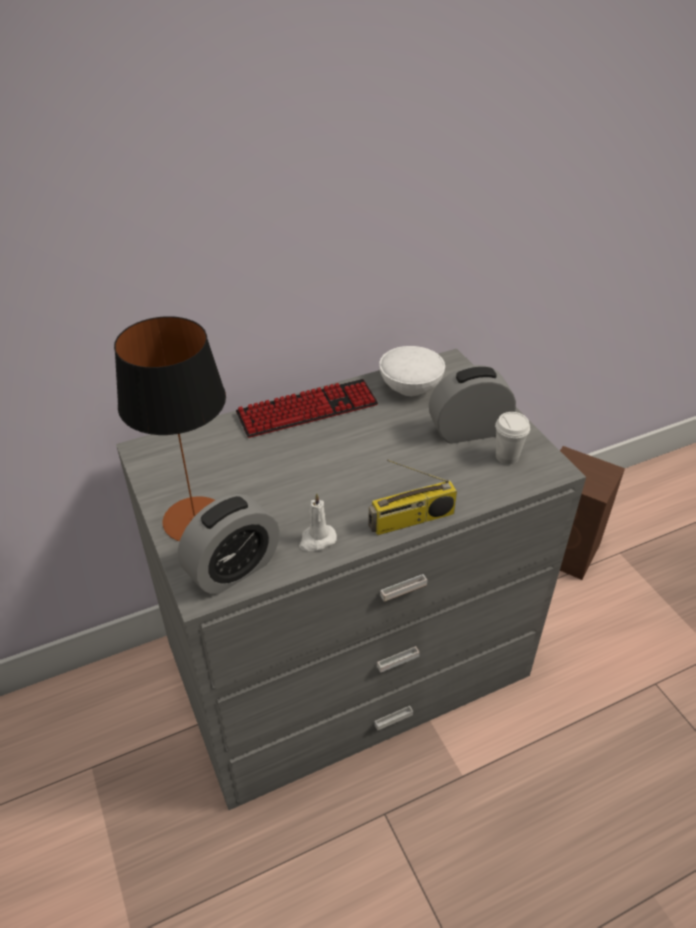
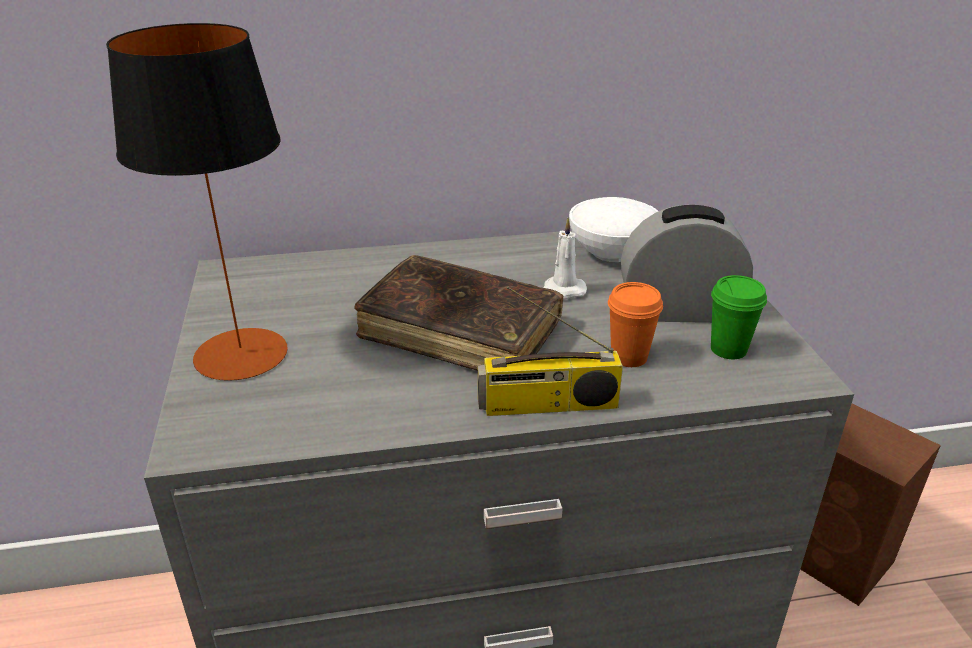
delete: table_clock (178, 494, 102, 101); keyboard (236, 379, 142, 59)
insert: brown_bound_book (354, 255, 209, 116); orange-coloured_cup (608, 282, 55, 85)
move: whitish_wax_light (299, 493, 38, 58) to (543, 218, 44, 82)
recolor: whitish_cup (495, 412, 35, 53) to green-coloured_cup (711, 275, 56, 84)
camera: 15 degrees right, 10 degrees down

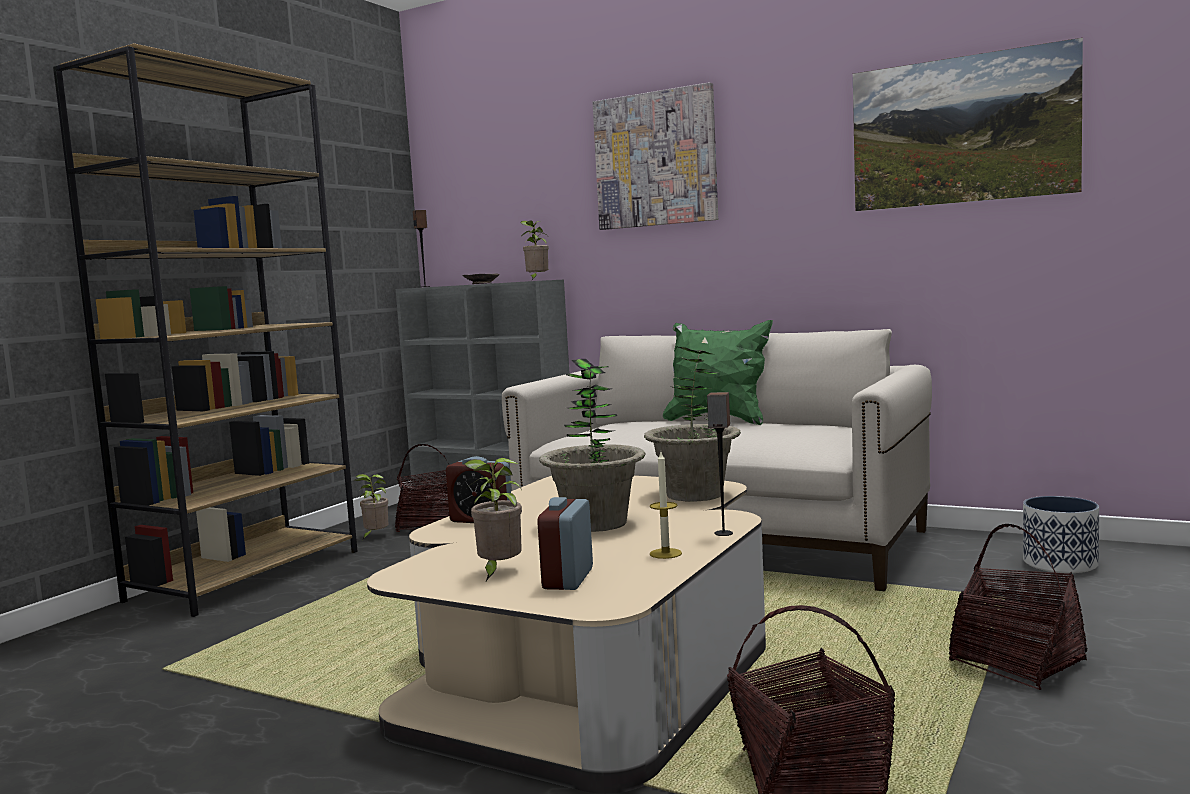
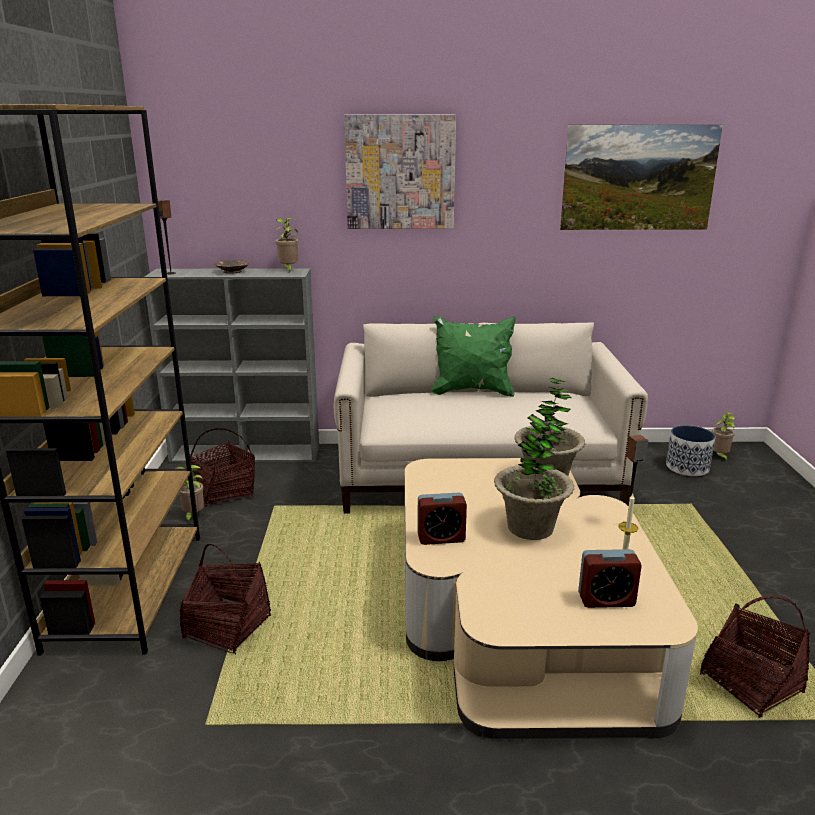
move: houseplant (464, 458, 58, 123) to (712, 412, 23, 50); household_basket (949, 524, 139, 166) to (180, 544, 91, 111)
rotate: table_clock (537, 497, 56, 93) = (578, 549, 64, 59) 75 degrees counterclockwise
camera: 30 degrees left, 15 degrees up

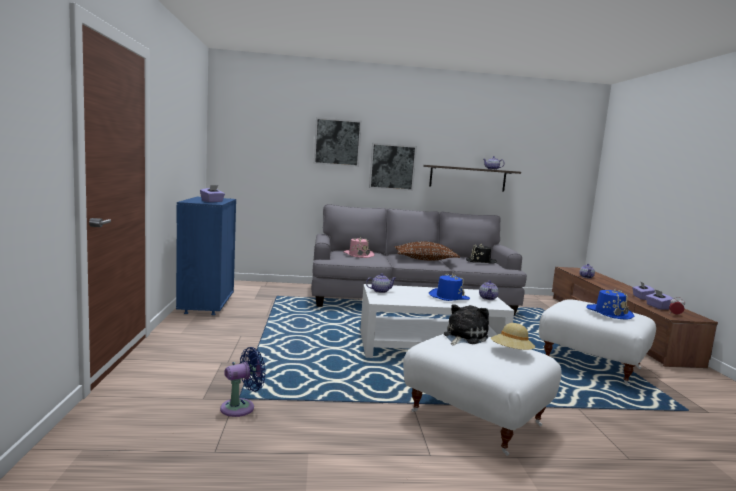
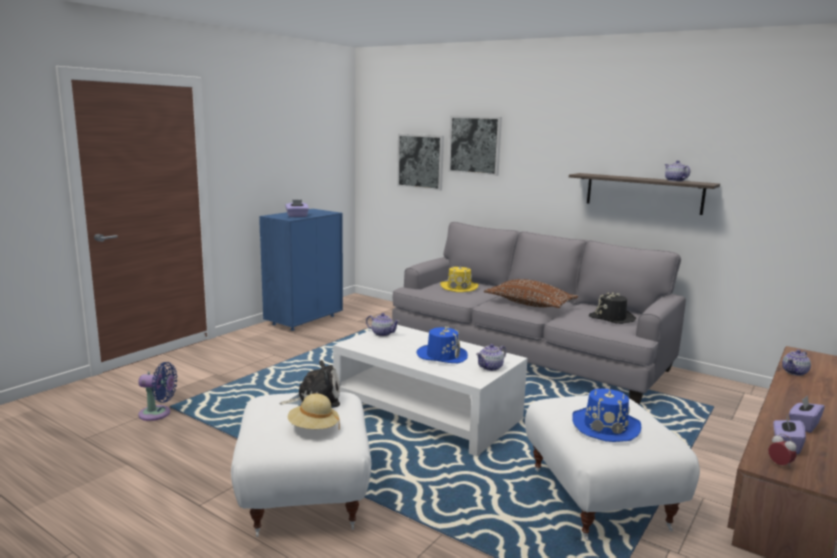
move: wall_art (369, 143, 48, 48) to (397, 134, 47, 57)
recolor: pink-coloured_wearable_hat (344, 237, 30, 21) to yellow_wearable_hat (440, 266, 39, 26)
camera: 40 degrees right, 5 degrees up

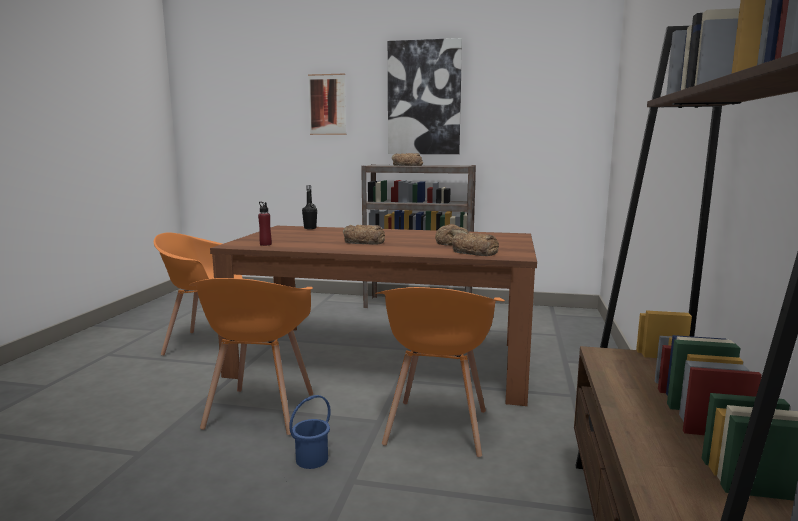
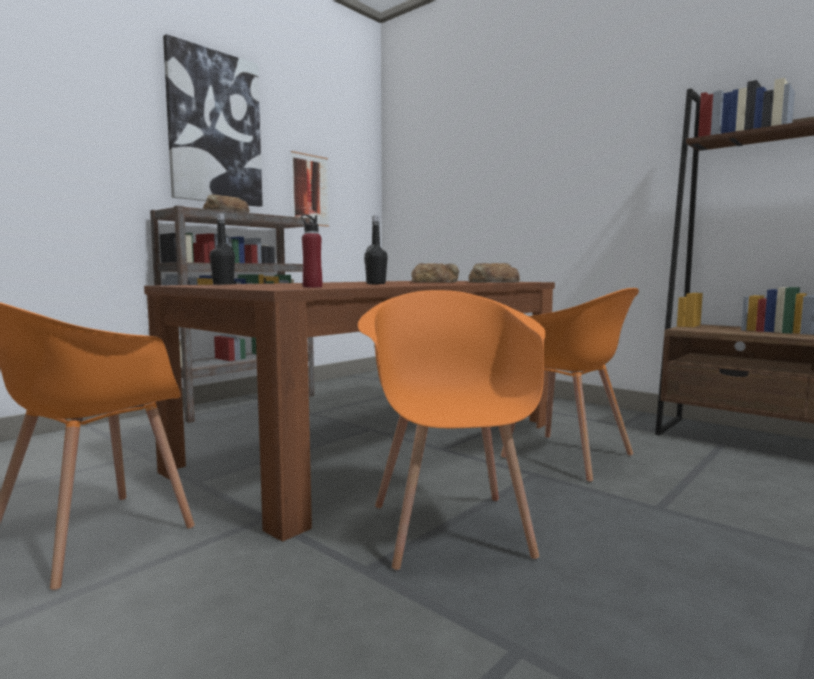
delete: blue-coloured_pail (289, 395, 42, 74)
move: wall_art (308, 73, 38, 62) to (291, 151, 38, 76)
replace: baked_bread (343, 225, 42, 20) to blackish_beverage_bottle (364, 216, 24, 68)
rotate: orange-coloured_upright_chair (189, 278, 124, 157) = (358, 290, 187, 280) 135 degrees counterclockwise
camera: 60 degrees left, 5 degrees down

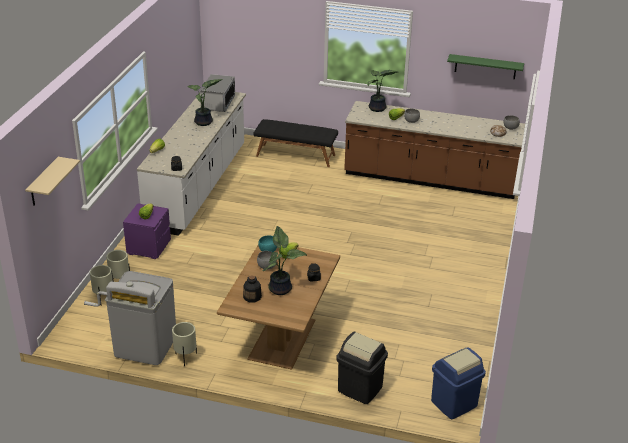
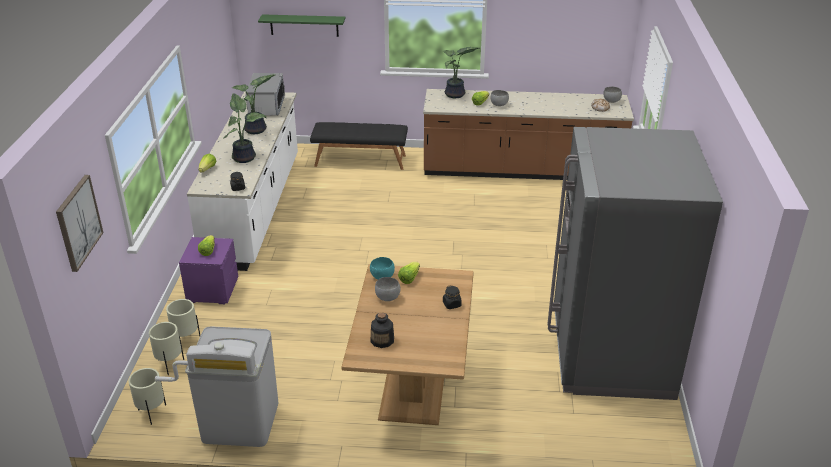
delete: blackish_trash_can (336, 332, 52, 72); blue-coloured_trash_can (431, 347, 55, 72)
insert: greyish_kitchen_fridge (547, 127, 176, 273)
move: beige_flower_pot (172, 322, 25, 44) to (129, 368, 37, 57); houseplant (263, 226, 44, 69) to (223, 93, 43, 70); green-coloured_wall_shelf (447, 54, 77, 25) to (258, 14, 88, 23)
replace: beige_wall_shelf (25, 157, 55, 49) to wall_art (56, 175, 48, 97)
camera: 10 degrees left, 0 degrees up

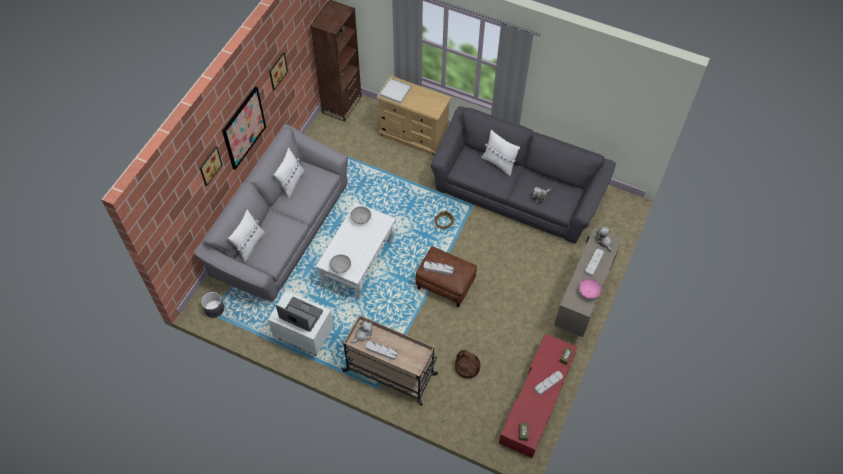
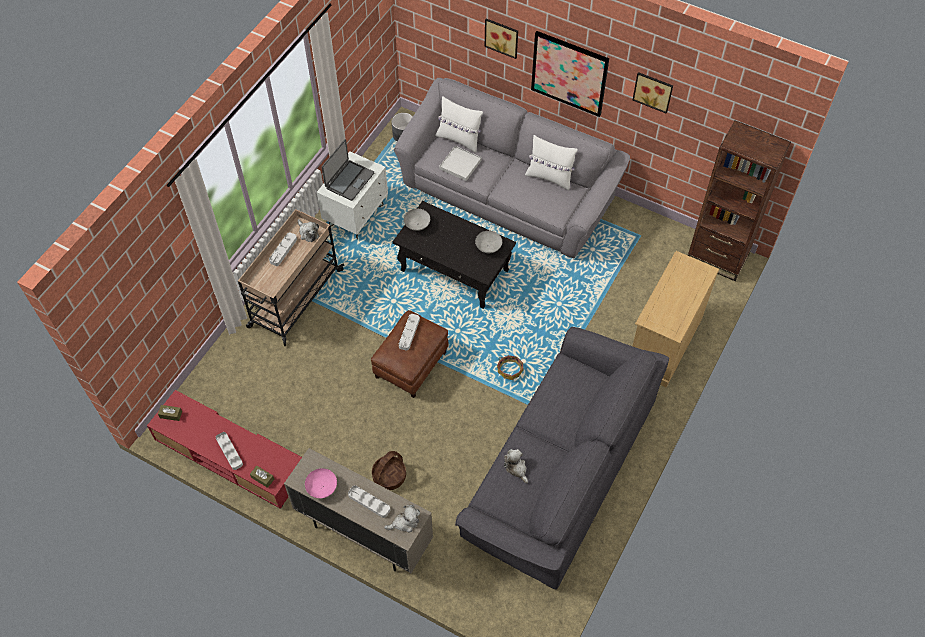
delete: whitish_throw_pillow (481, 130, 39, 46)
move: whitish_carrying_tray (380, 78, 31, 26) to (439, 146, 43, 35); household_basket (455, 350, 26, 29) to (372, 451, 34, 39)
recolor: whitish_lounge_table (316, 202, 80, 97) to blackish_lounge_table (393, 201, 123, 108)
camera: 95 degrees right, 0 degrees up

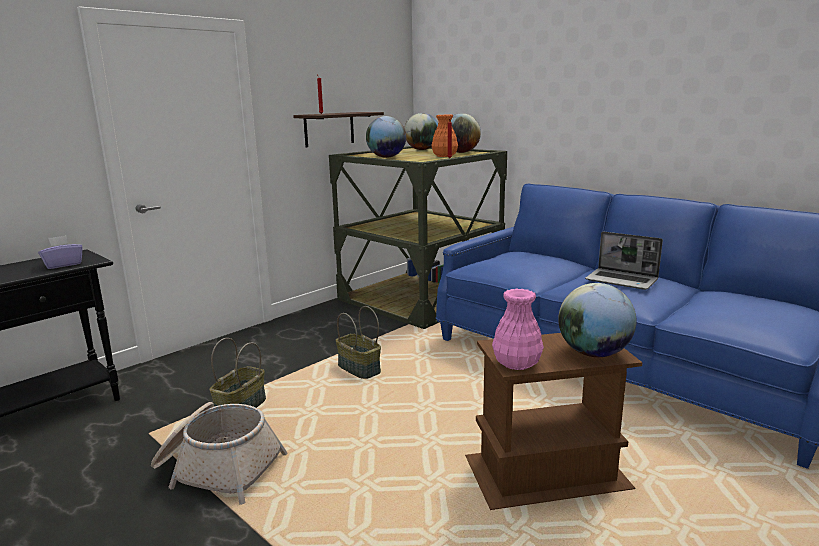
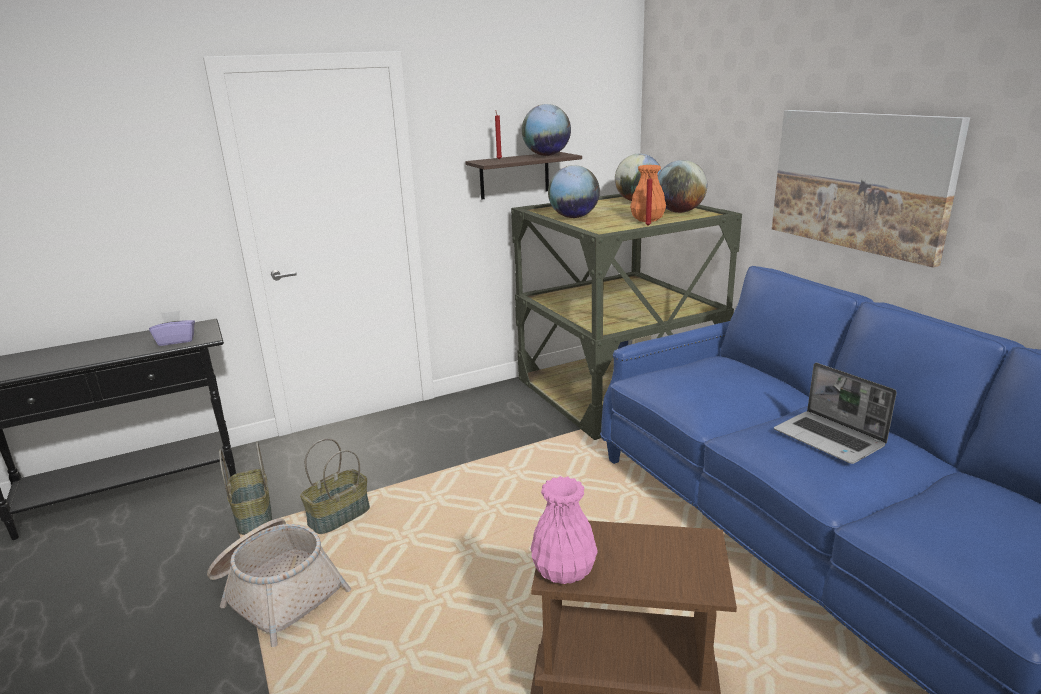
insert: wall_art (772, 110, 198, 158)
move: household_basket (336, 306, 45, 73) to (219, 442, 53, 93); globe (558, 283, 79, 74) to (522, 104, 49, 52)
camera: 20 degrees right, 5 degrees up

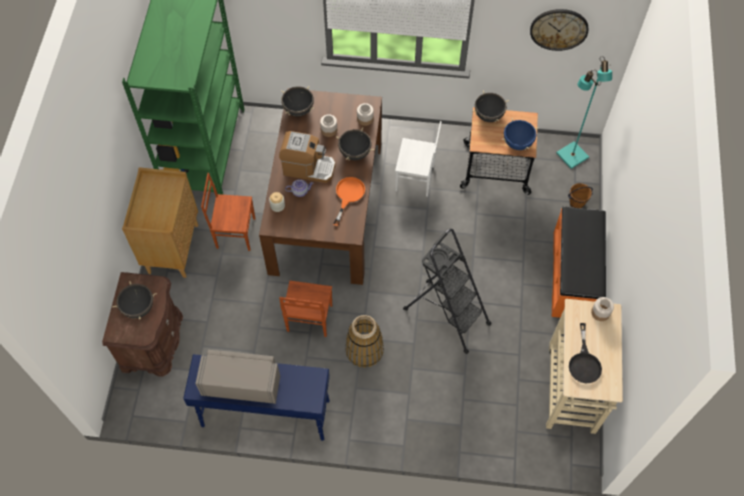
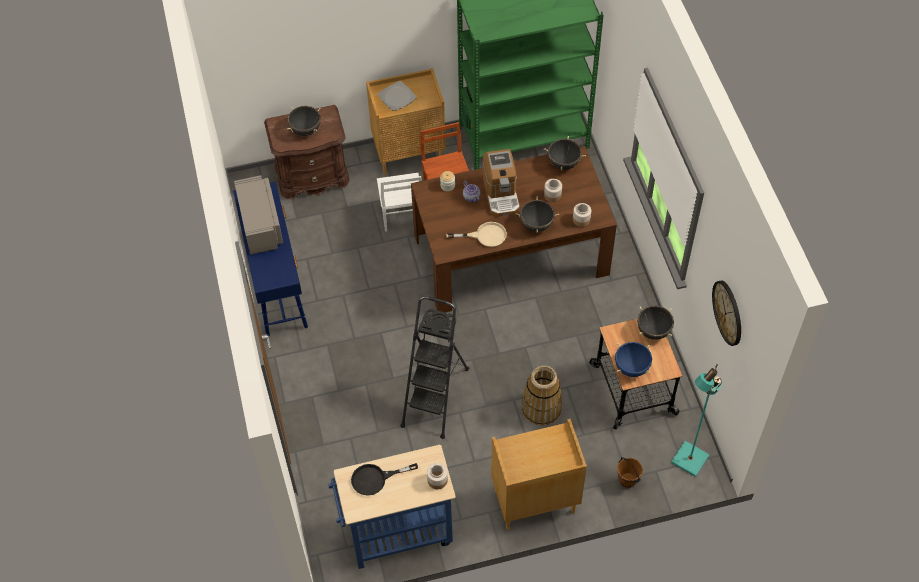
delete: brown_upright_chair (279, 281, 53, 56)
insert: plate (377, 81, 40, 30)
move: household_basket (345, 315, 39, 53) to (521, 366, 41, 60); whitish_upright_chair (395, 121, 47, 76) to (377, 173, 45, 59)
replace: orange-coloured_long_seat (551, 207, 55, 111) to brown_cabinet (491, 419, 96, 111)
recolor: orange-coloured_frying_pan (334, 177, 31, 49) to beige_frying_pan (446, 222, 61, 25); beige_wheeled_cart (546, 299, 77, 135) to blue-coloured_wheeled_cart (328, 445, 128, 124)
camera: 70 degrees right, 5 degrees down

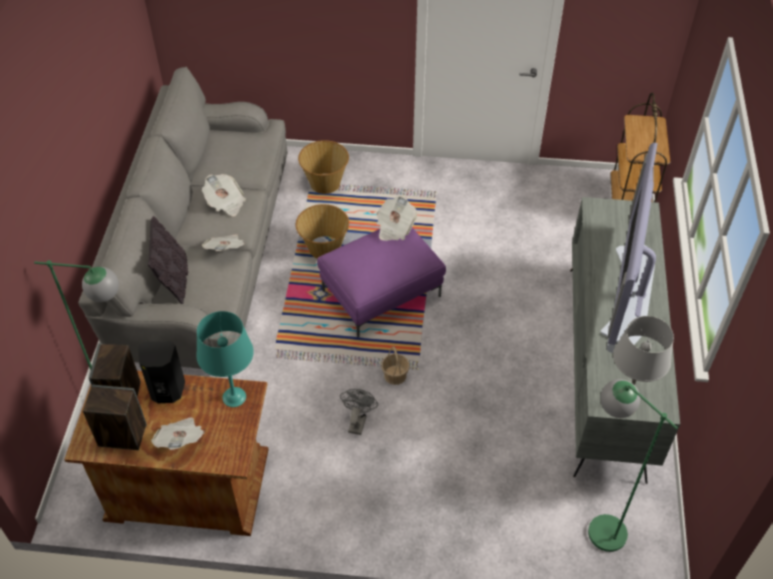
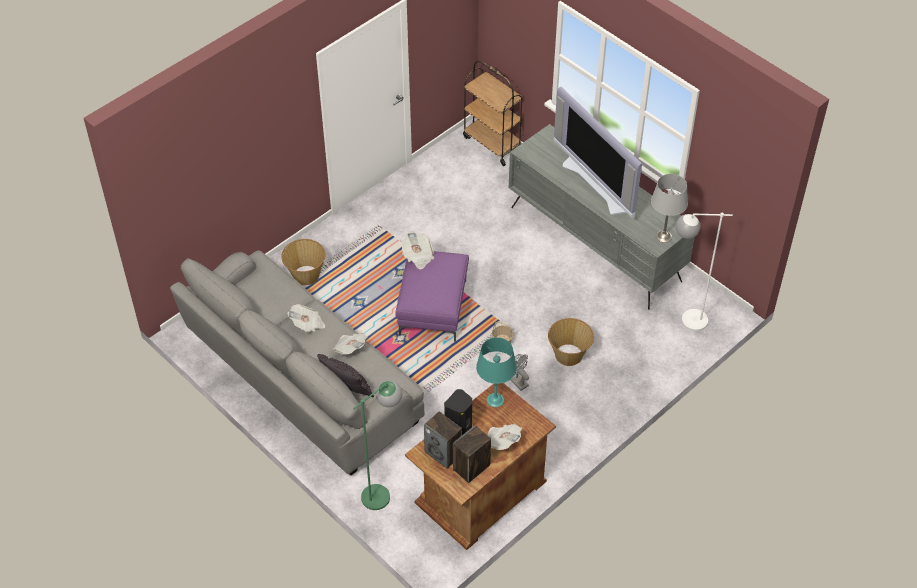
move: household_basket (296, 204, 53, 55) to (548, 318, 46, 48)
recolor: green-coloured_standard_lamp (588, 379, 90, 173) to whitish_standard_lamp (676, 213, 57, 118)
camera: 50 degrees left, 0 degrees up

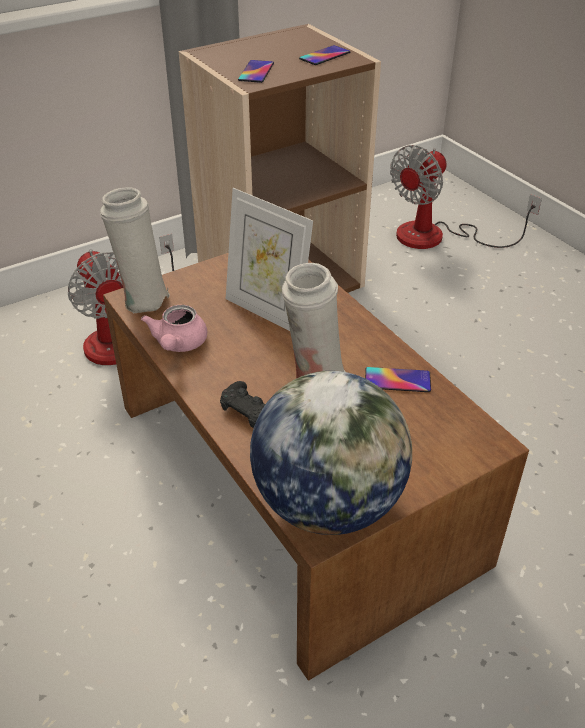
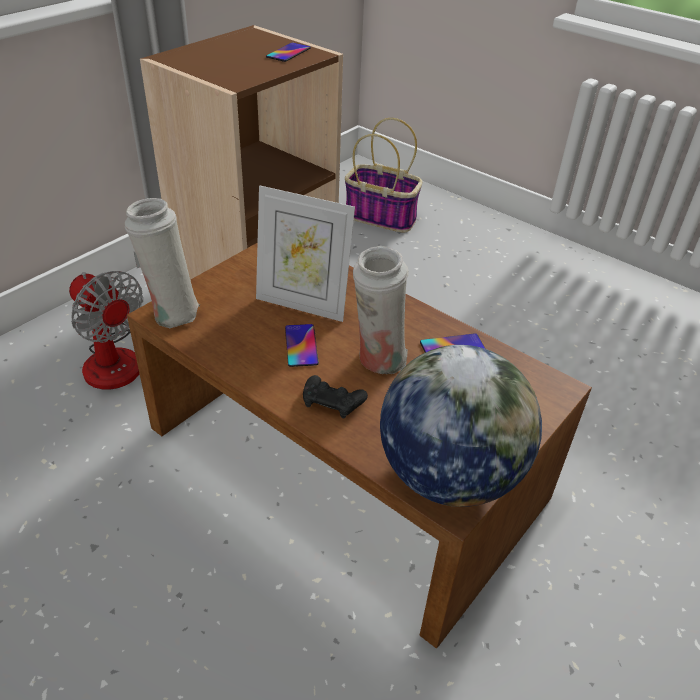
delete: pink-coloured_tea_pot (141, 305, 66, 47)
move: handset (238, 60, 36, 23) to (285, 324, 34, 43)
replace: cooling_fan (390, 145, 152, 104) to household_basket (345, 118, 77, 114)
camera: 20 degrees left, 0 degrees up

